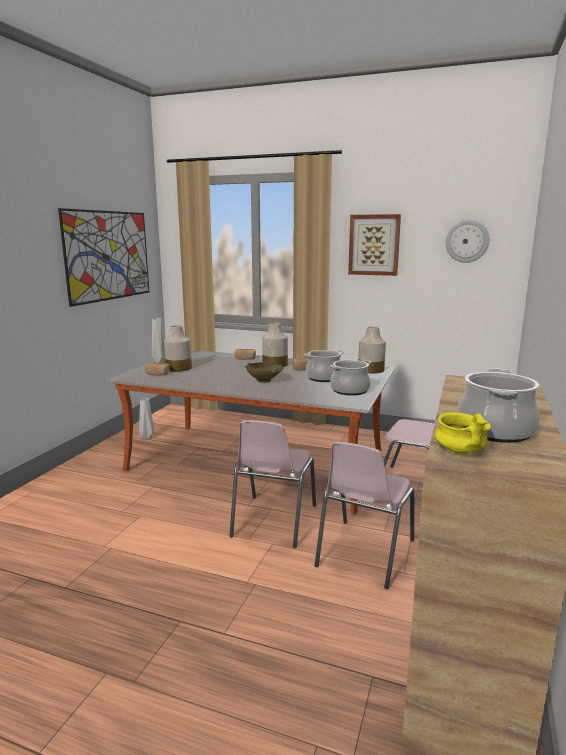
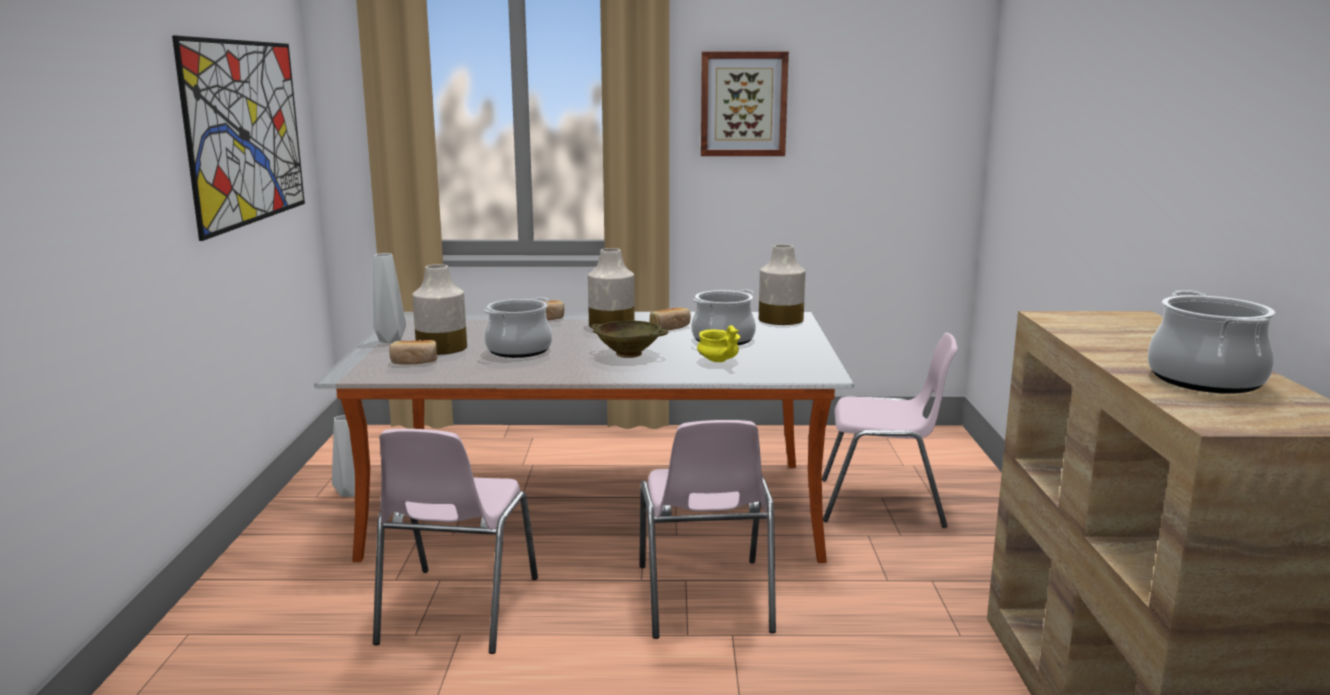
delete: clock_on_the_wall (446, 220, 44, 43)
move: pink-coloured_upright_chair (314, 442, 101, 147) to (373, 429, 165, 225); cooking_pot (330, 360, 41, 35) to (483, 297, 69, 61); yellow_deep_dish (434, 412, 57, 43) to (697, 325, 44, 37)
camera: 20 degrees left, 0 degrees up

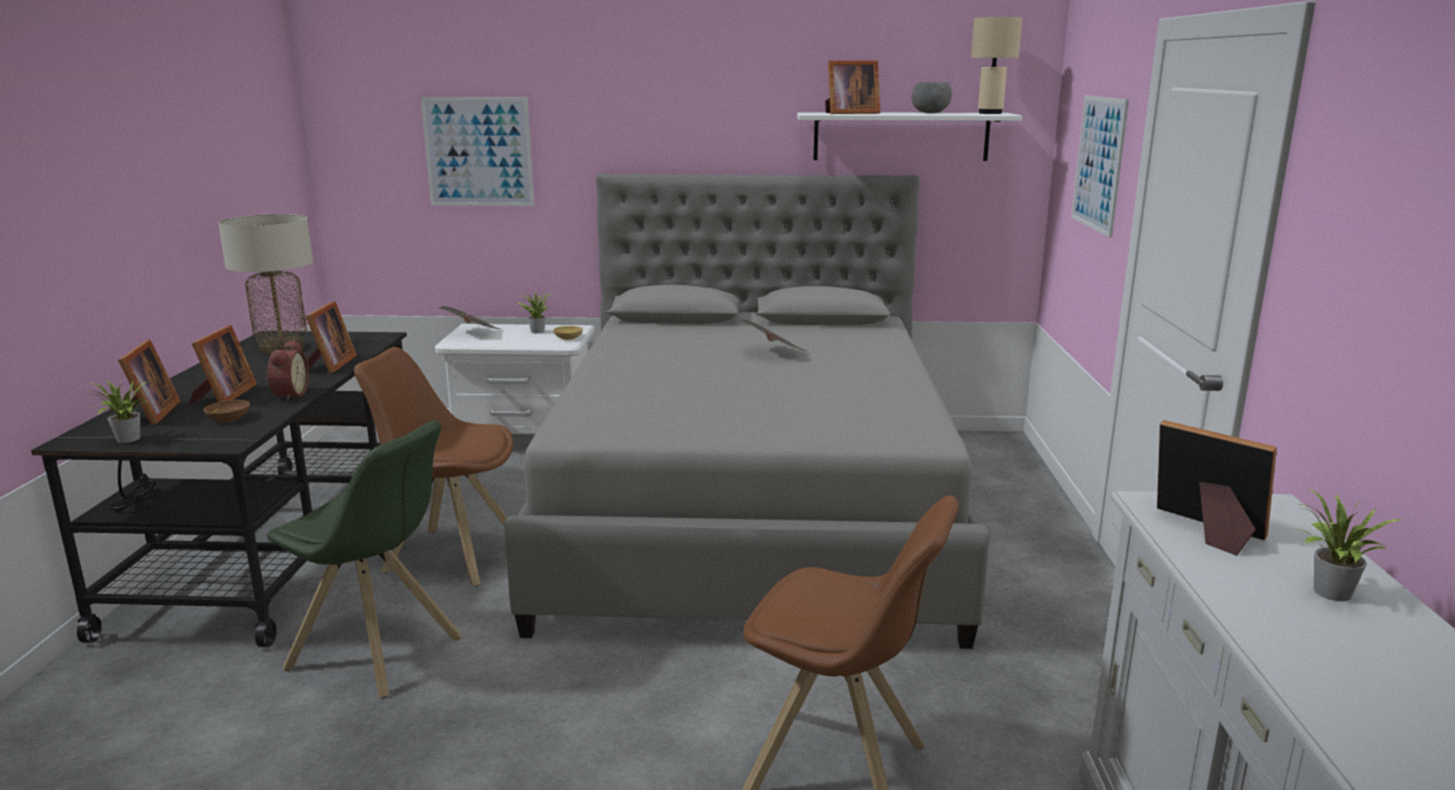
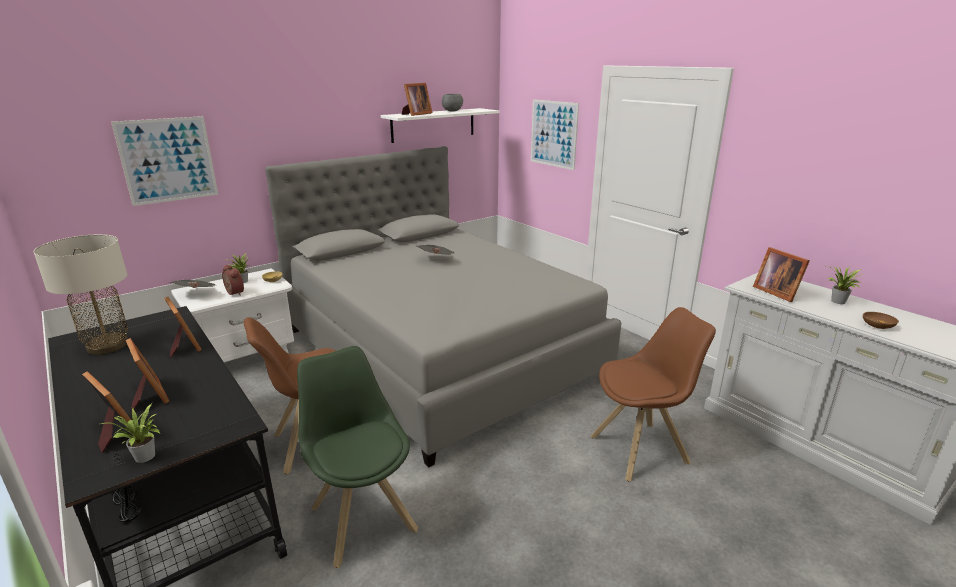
delete: beige_tabletop_lamp (971, 17, 51, 97)
move: brown_deep_dish (204, 400, 46, 22) to (863, 312, 36, 17); table_clock (266, 340, 43, 61) to (222, 265, 22, 31)
rotate: green-coloured_upright_chair (267, 420, 194, 278) = (297, 346, 121, 222) 105 degrees counterclockwise; picture_frame (1157, 420, 120, 136) = (753, 247, 57, 55) 120 degrees counterclockwise
camera: 40 degrees left, 5 degrees up

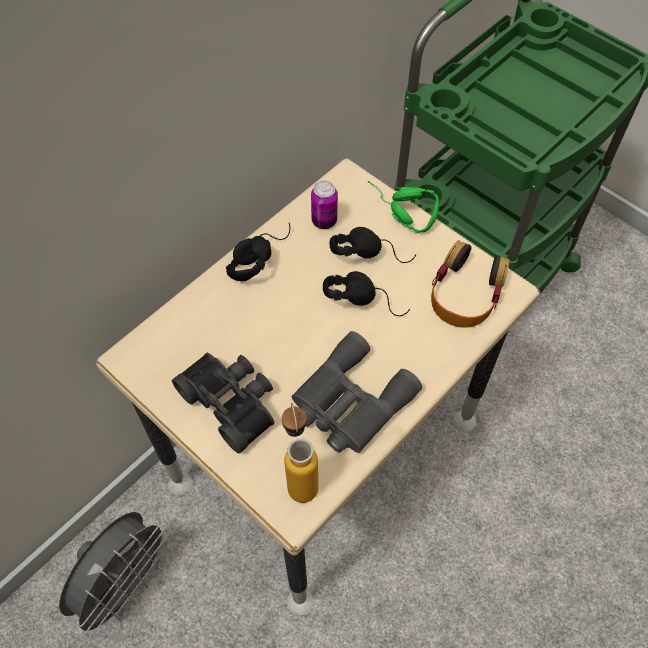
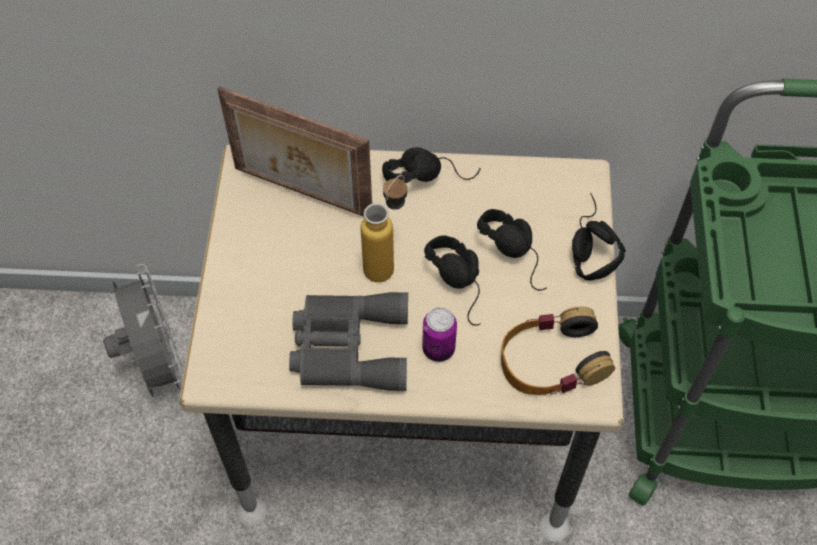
delete: blackish_binoculars (172, 352, 102, 101)
insert: picture_frame (217, 86, 155, 131)
move: beverage_bottle (282, 403, 36, 100) to (361, 175, 46, 107); can (311, 181, 27, 48) to (422, 307, 35, 55)
recolor: green-coloured_pair_of_headphones (368, 181, 71, 52) to blackish_pair_of_headphones (572, 193, 54, 88)
rotate: greyish_cooling_fan (59, 512, 112, 130) = (103, 264, 81, 133) 105 degrees counterclockwise
camera: 50 degrees right, 0 degrees up

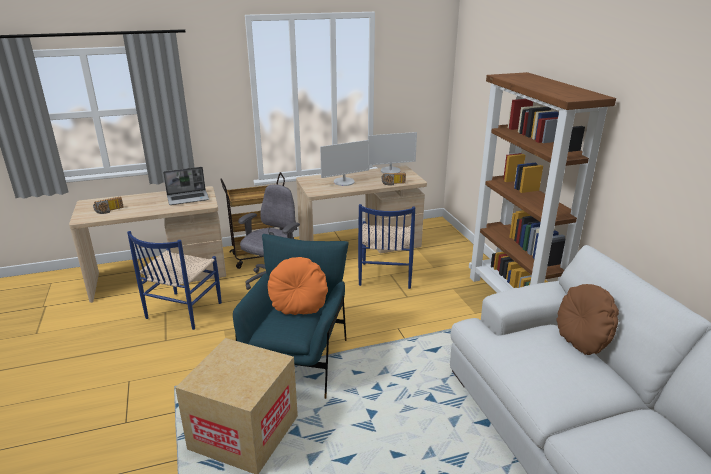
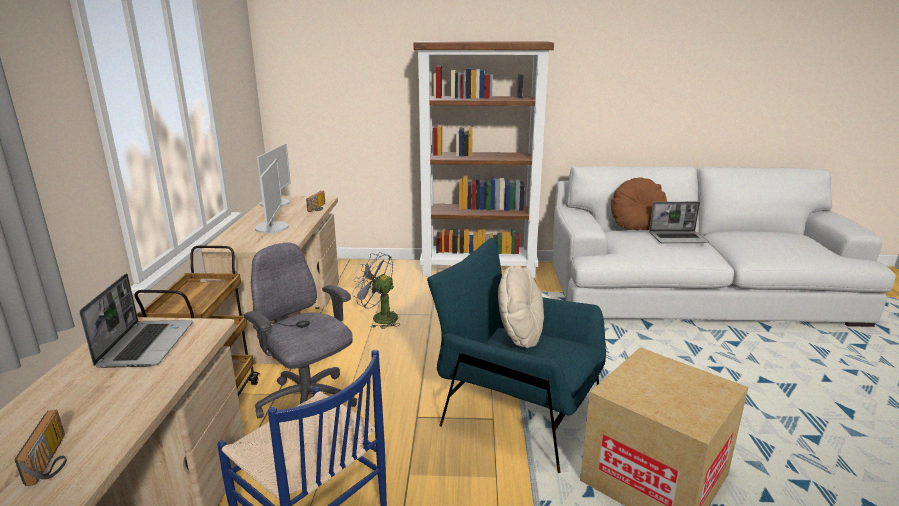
insert: notebook_computer (649, 202, 60, 41)
replace: blue-coloured_upright_chair (358, 204, 57, 85) to greyish_cooling_fan (352, 252, 47, 77)
recolor: orange-coloured_throw_pillow (268, 257, 60, 58) to beige_throw_pillow (498, 266, 46, 82)
camera: 70 degrees left, 5 degrees down

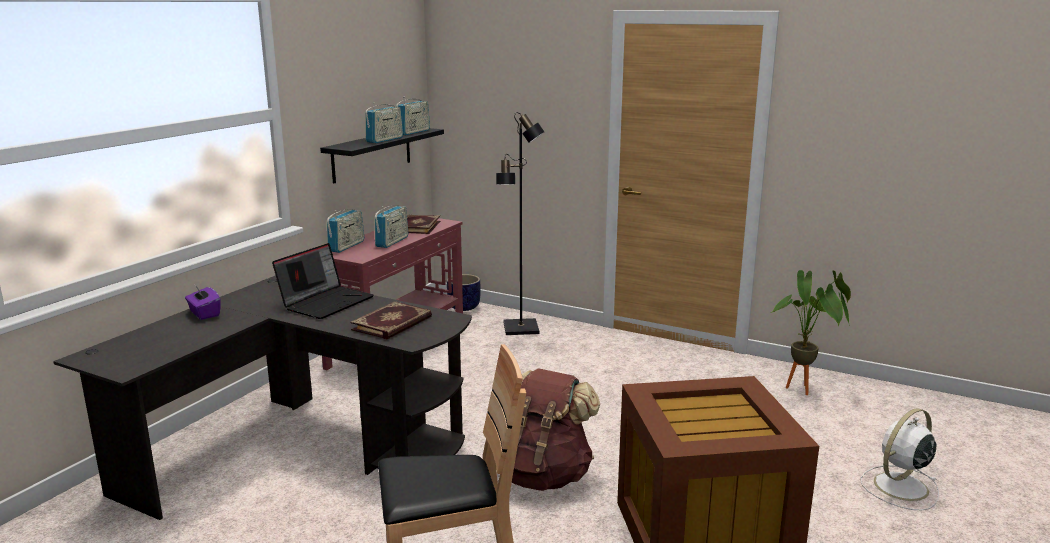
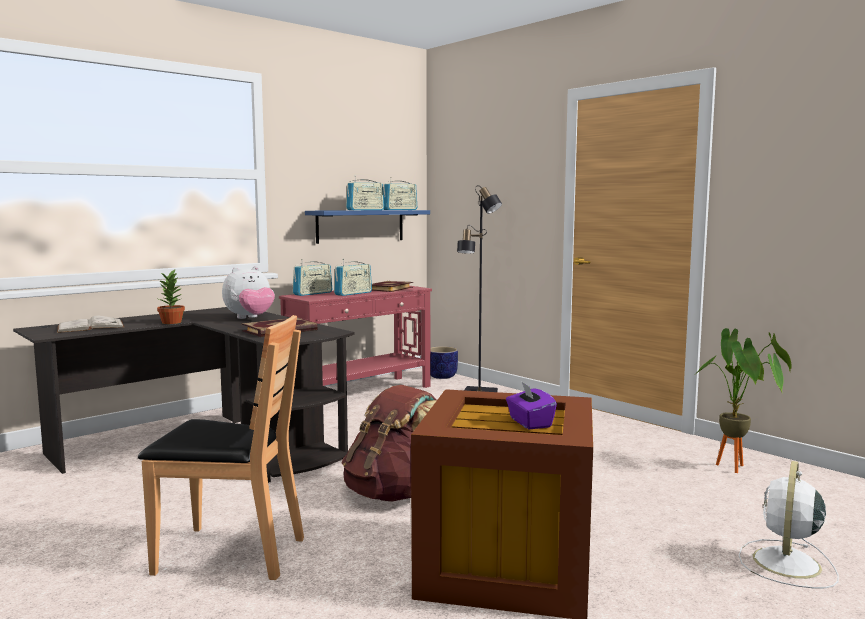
insert: whitish_bound_book (57, 315, 67, 18); houseplant (157, 270, 28, 54)
move: purple_tissue_holder (185, 285, 36, 35) to (506, 382, 51, 48)
replace: notebook_computer (272, 243, 102, 76) to soft_toy (222, 266, 53, 53)
recolor: blackish_wall_shelf (320, 128, 124, 56) to blue-coloured_wall_shelf (305, 210, 125, 34)
rotate: whitish_cooling_fan (861, 408, 78, 102) = (739, 461, 100, 127) 45 degrees counterclockwise
camera: 20 degrees right, 10 degrees down

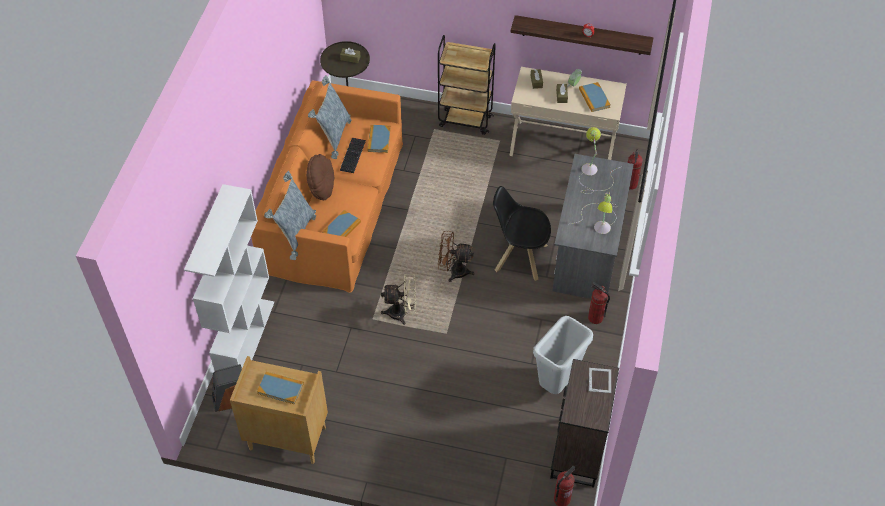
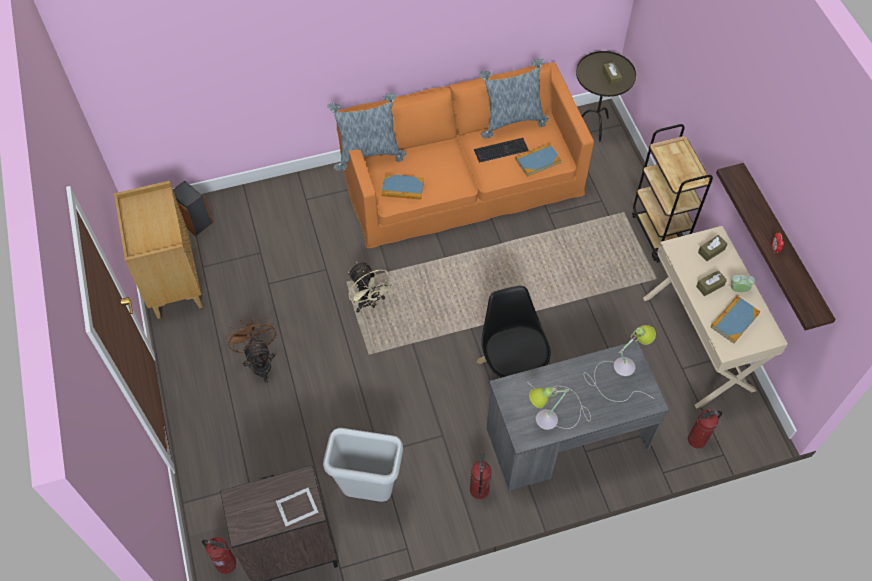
delete: whitish_shelving_unit (184, 184, 90, 187); bound_book (257, 371, 47, 34); brown_throw_pillow (306, 154, 28, 47)
move: brown_cooling_fan (438, 231, 36, 51) to (226, 316, 50, 67)
camera: 60 degrees right, 5 degrees up

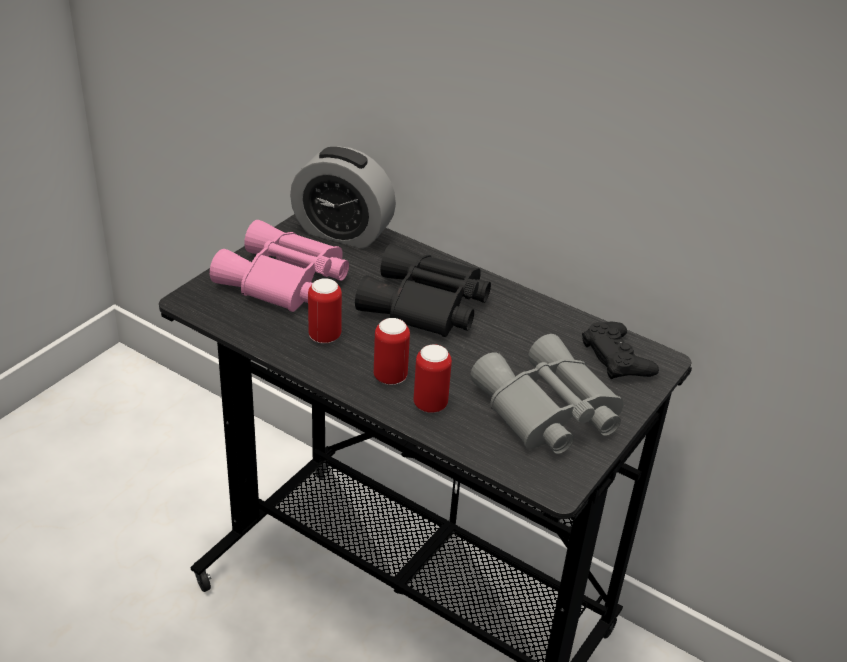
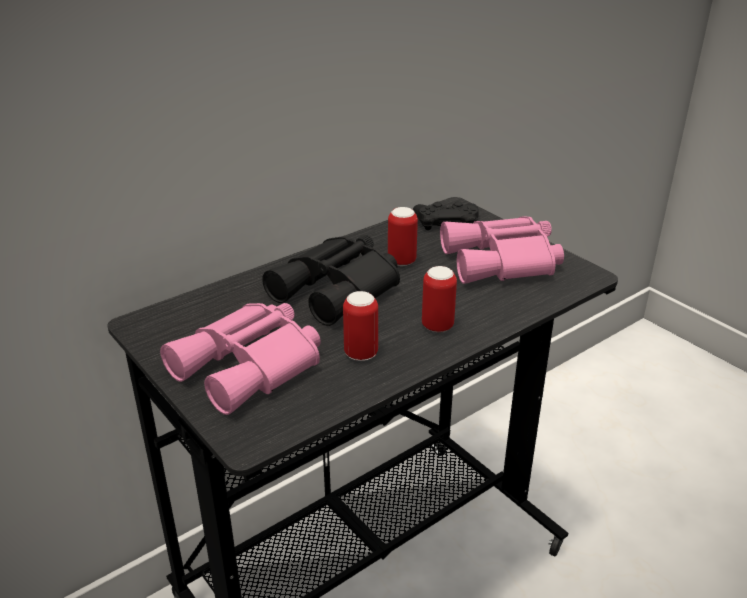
delete: table_clock (290, 146, 106, 103)
move: can (414, 344, 38, 69) to (388, 207, 30, 59)
recolor: greyish_binoculars (470, 334, 154, 120) to pink-coloured_binoculars (440, 216, 124, 68)
camera: 70 degrees left, 5 degrees down

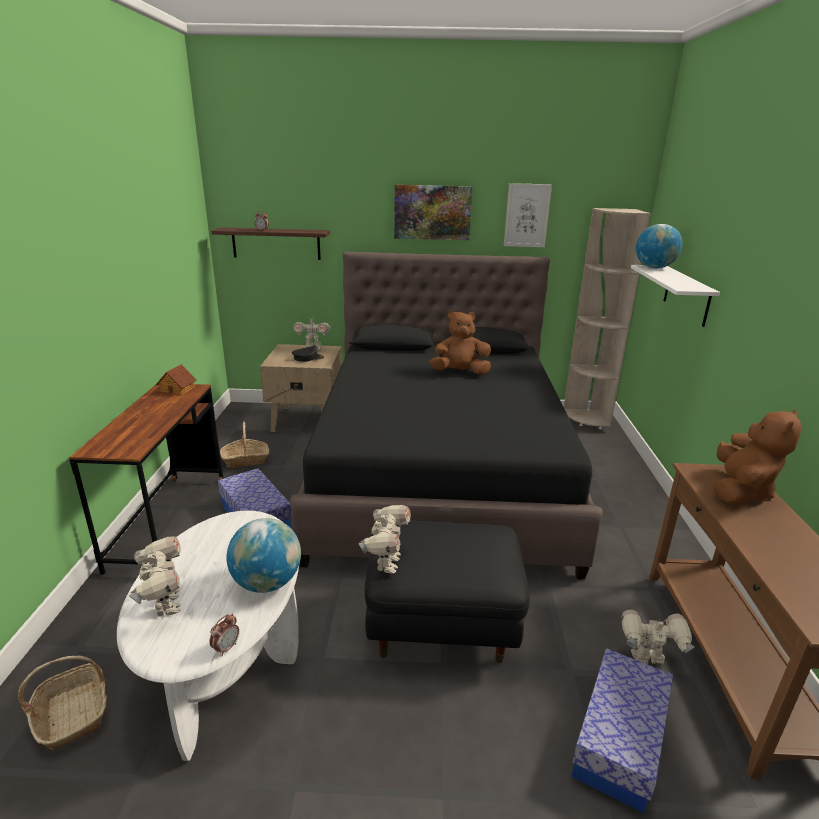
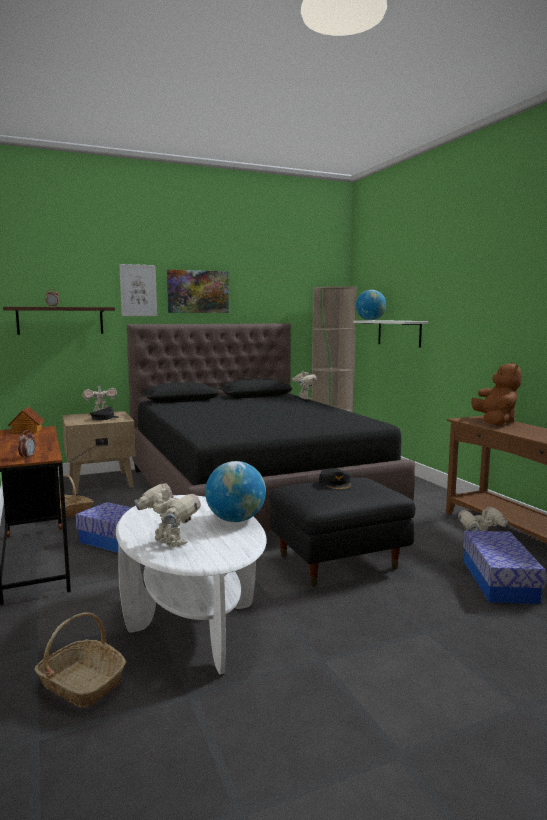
delete: brown_soft_toy (430, 310, 61, 65)
insert: blackish_cap (319, 468, 33, 22)
move: table_clock (209, 614, 30, 42) to (18, 430, 18, 29); robot_figure (359, 505, 52, 69) to (292, 370, 25, 29); wall_art (504, 183, 48, 64) to (119, 264, 38, 52)
camera: 25 degrees left, 15 degrees down

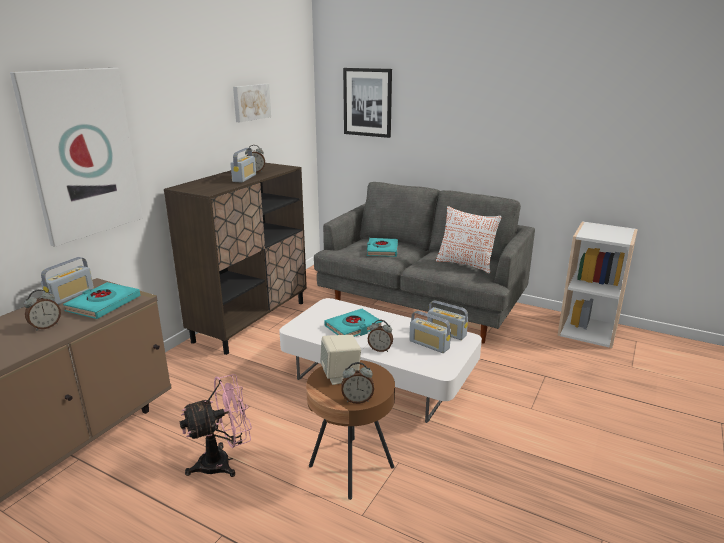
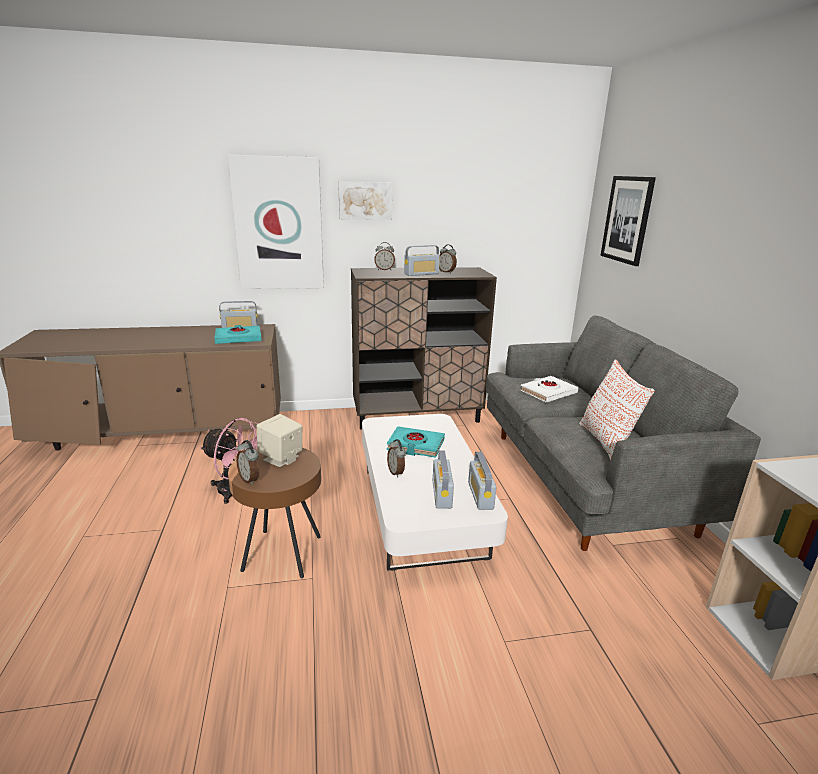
move: table_clock (24, 289, 37, 42) to (374, 242, 21, 28); wall_art (233, 84, 38, 38) to (338, 181, 54, 39)
recolor: turquoise_bound_book (367, 238, 31, 19) to whitish_bound_book (521, 376, 57, 26)
camera: 50 degrees right, 0 degrees up

